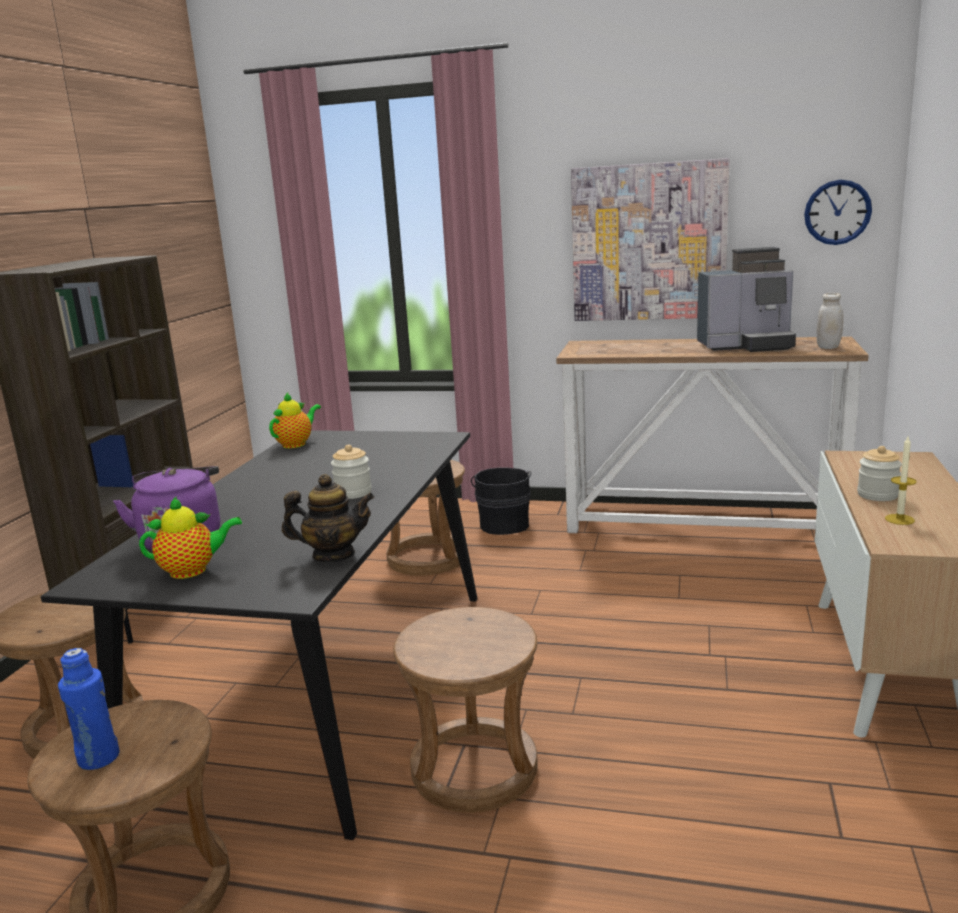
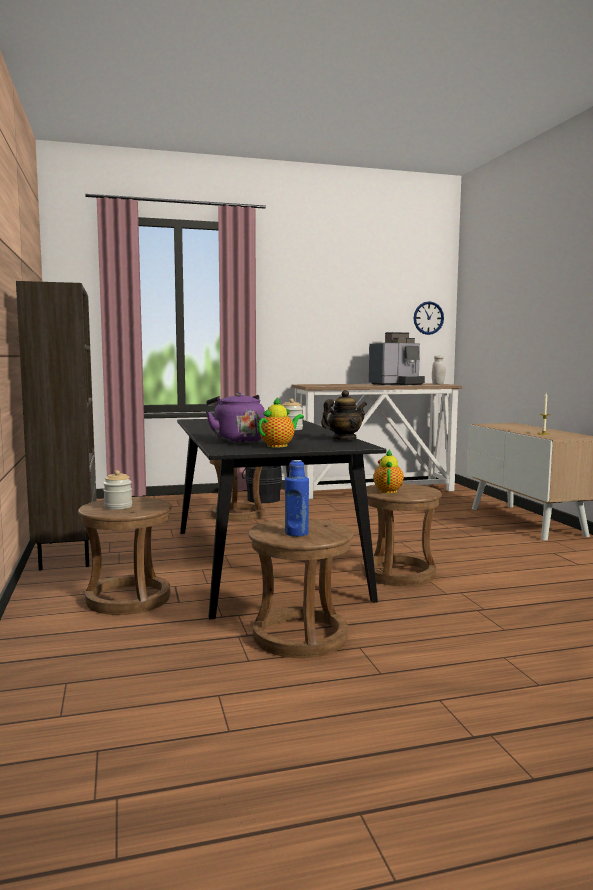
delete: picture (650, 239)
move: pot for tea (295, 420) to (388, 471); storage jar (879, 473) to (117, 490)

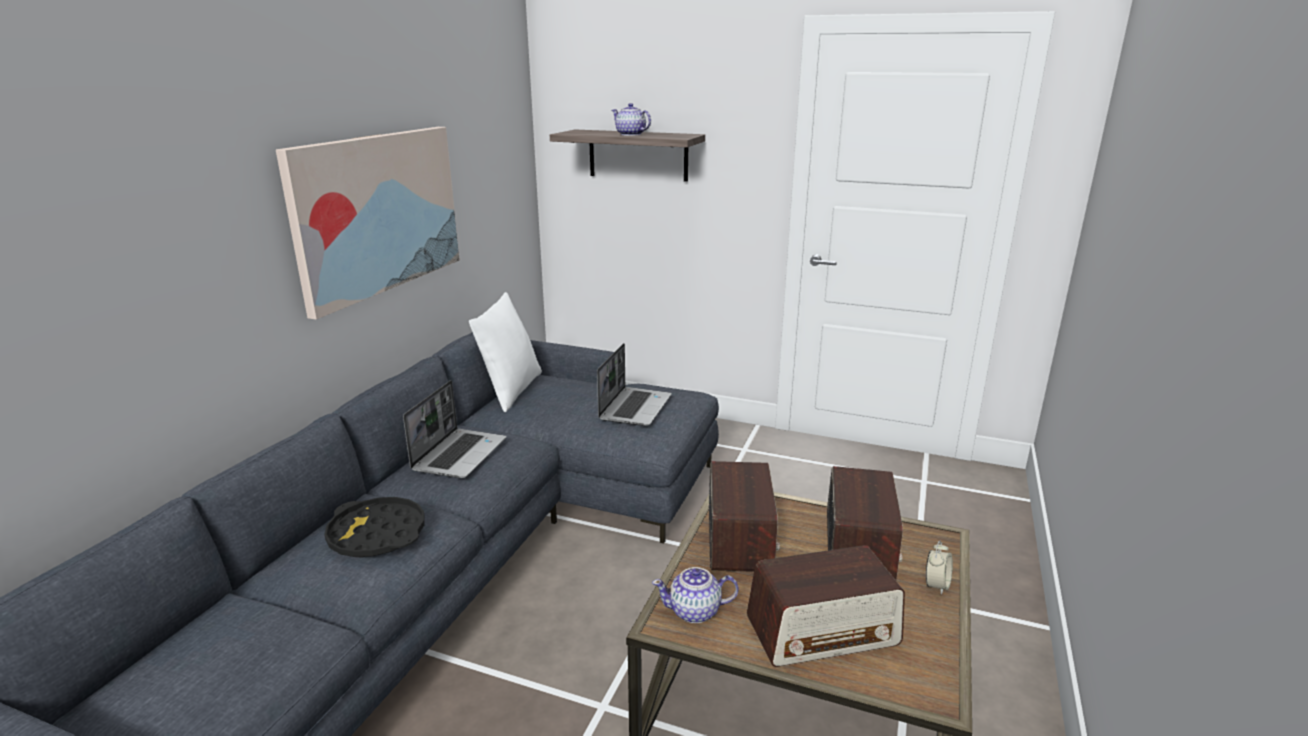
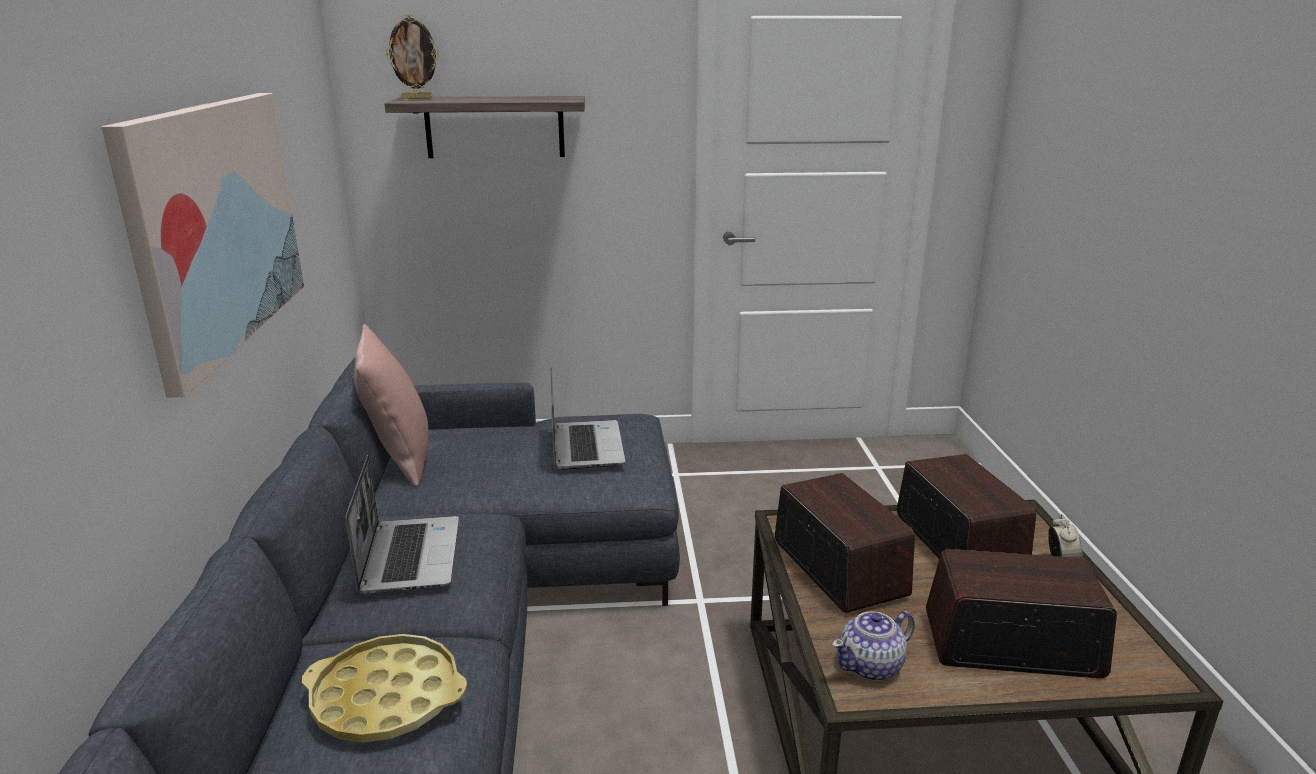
delete: pot for tea (631, 119)
insert: picture frame (412, 57)
recolor: white throw pillow (505, 352) to pinkish throw pillow (391, 405); black tray (374, 527) to yellow-coloured tray (384, 688)
rotate: radio (826, 606) = (1021, 614) 135 degrees counterclockwise

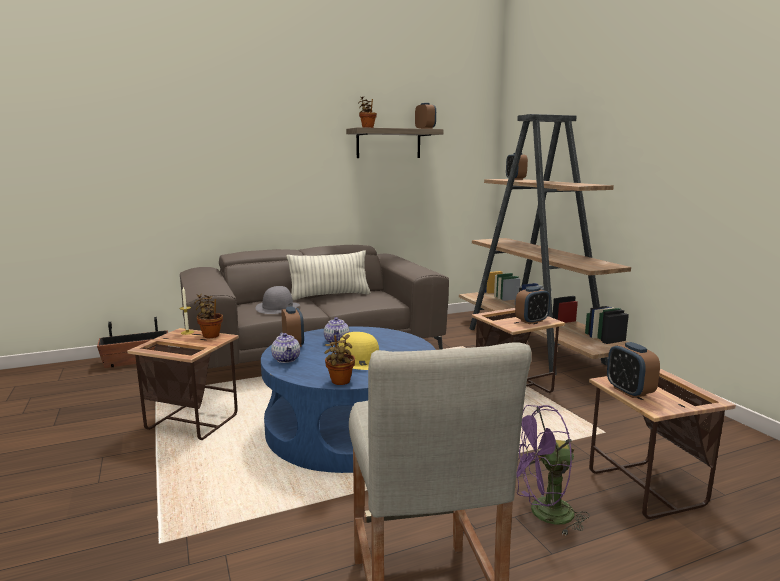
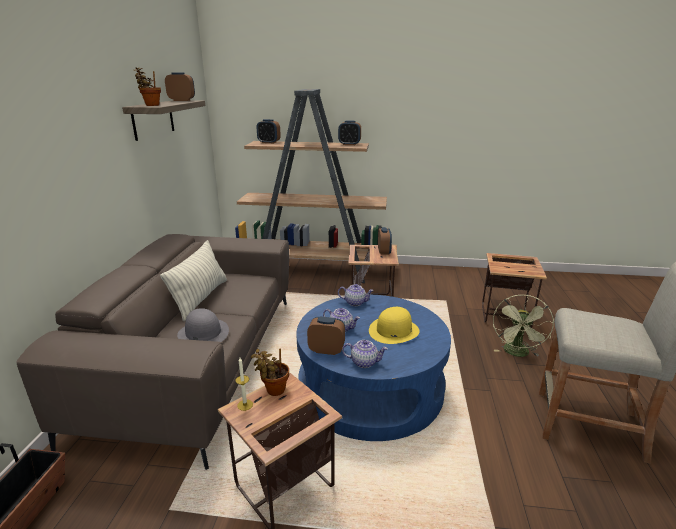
delete: plant in a pot (339, 359)
insert: pot for tea (356, 295)
move: alarm clock (633, 370) to (349, 132)
recolor: purple-coloured fan (553, 471) to green fan (523, 326)

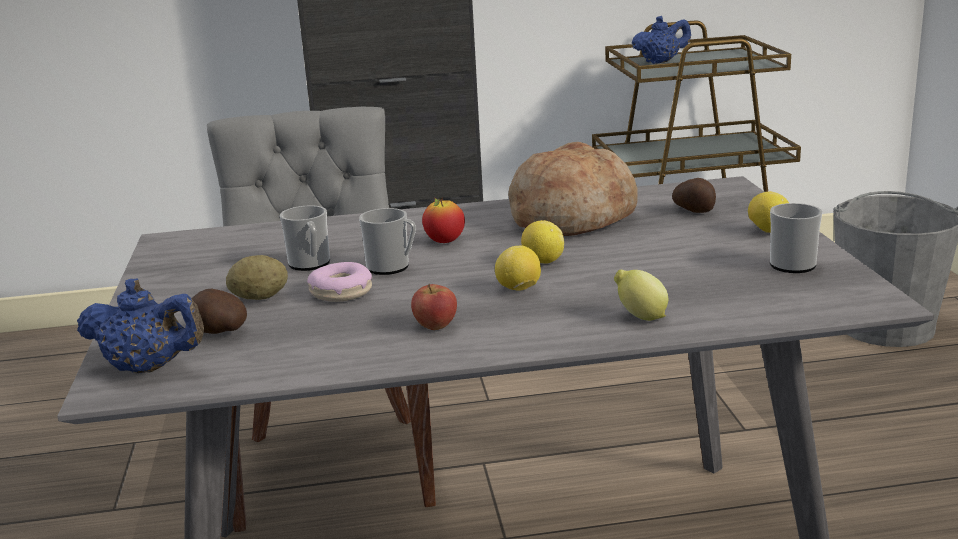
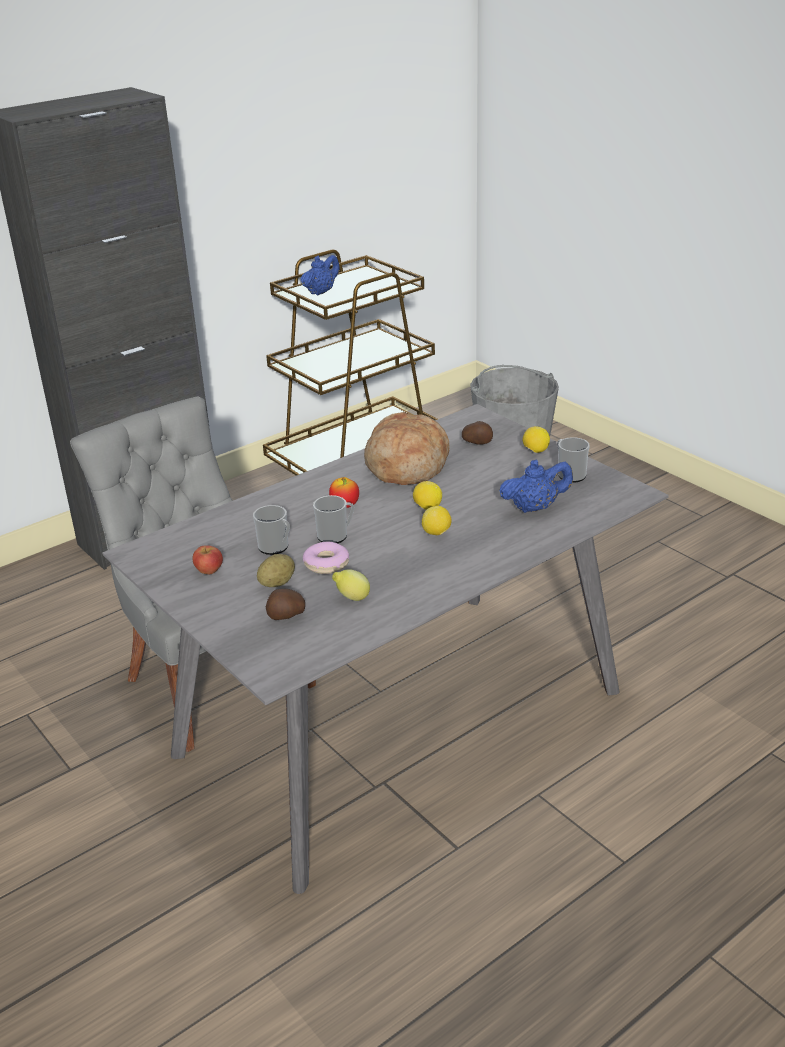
move: citrus fruit (641, 295) to (351, 585); blue pot for tea (140, 326) to (536, 486); apple fruit (434, 307) to (207, 559)

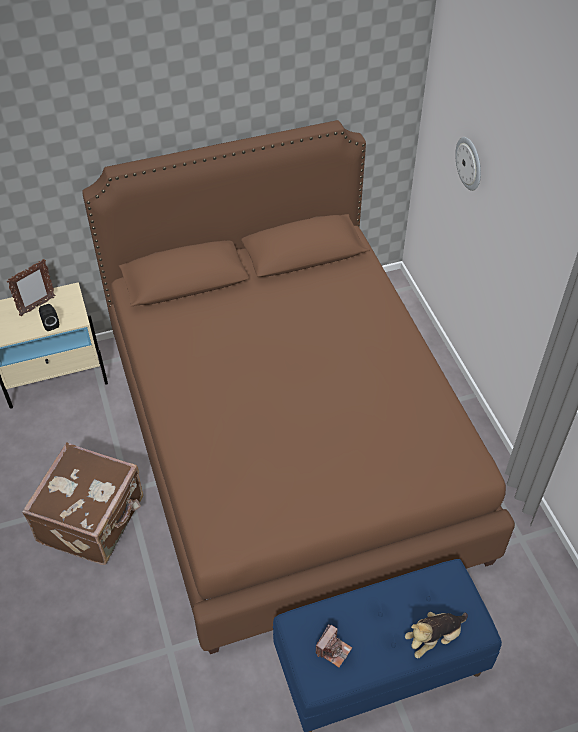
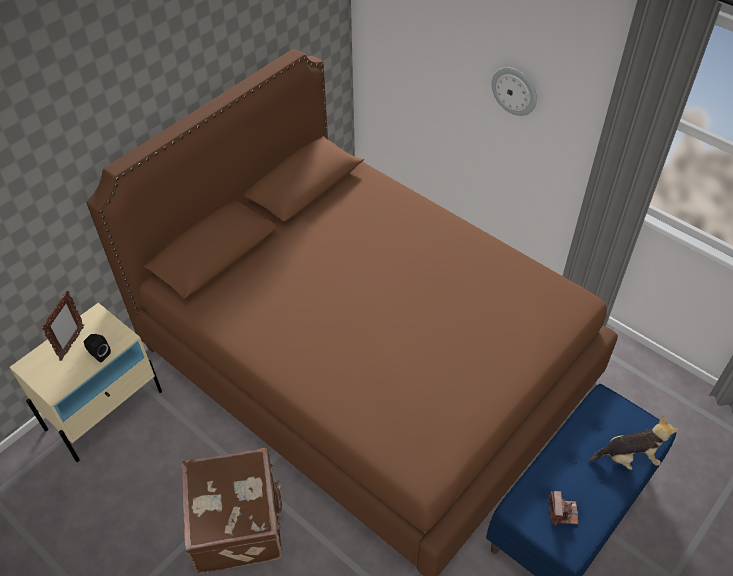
move: clock on the wall (468, 164) to (514, 91)
rotate: soft toy (436, 635) = (633, 443) 120 degrees counterclockwise

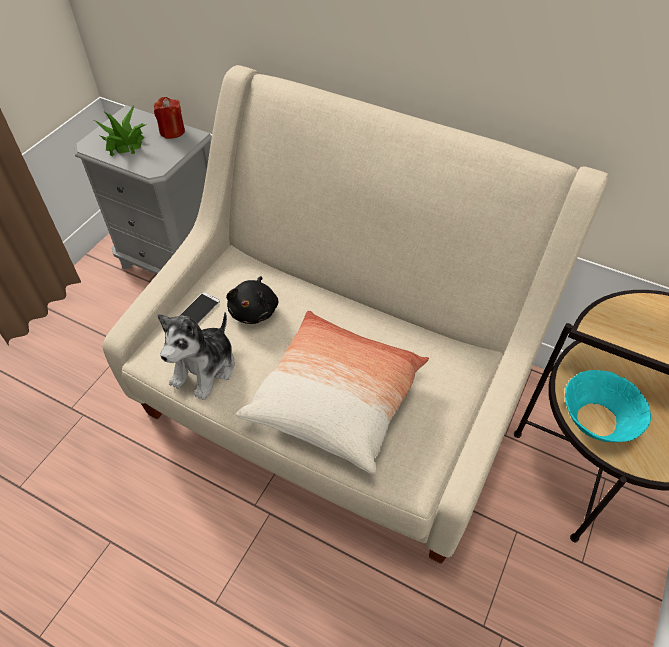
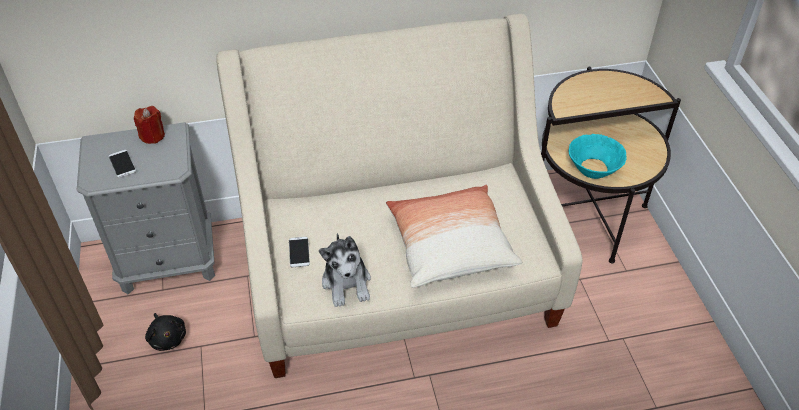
move: black soft toy (252, 300) to (165, 332)
replace: plant in a pot (120, 131) to phone (122, 164)

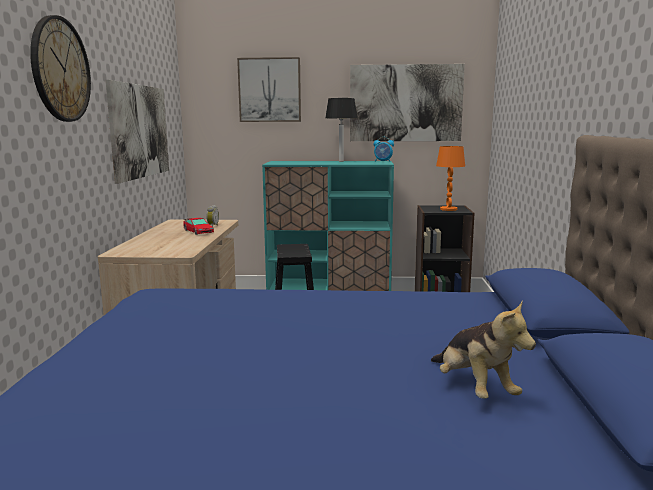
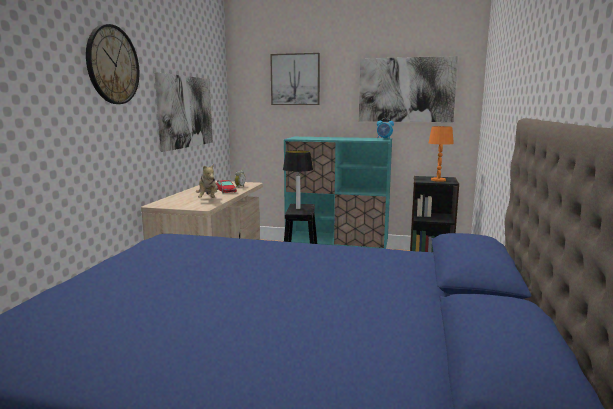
move: tabletop lamp (341, 130) to (298, 179); soft toy (483, 349) to (207, 181)

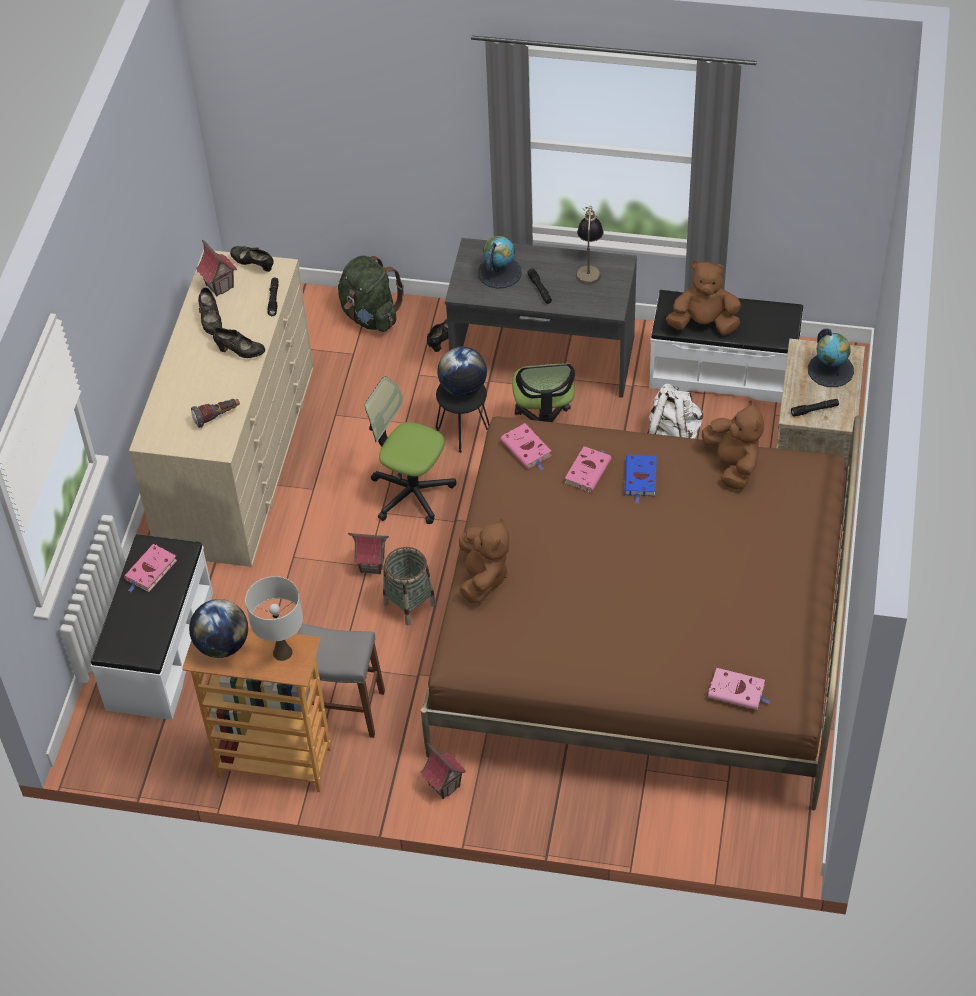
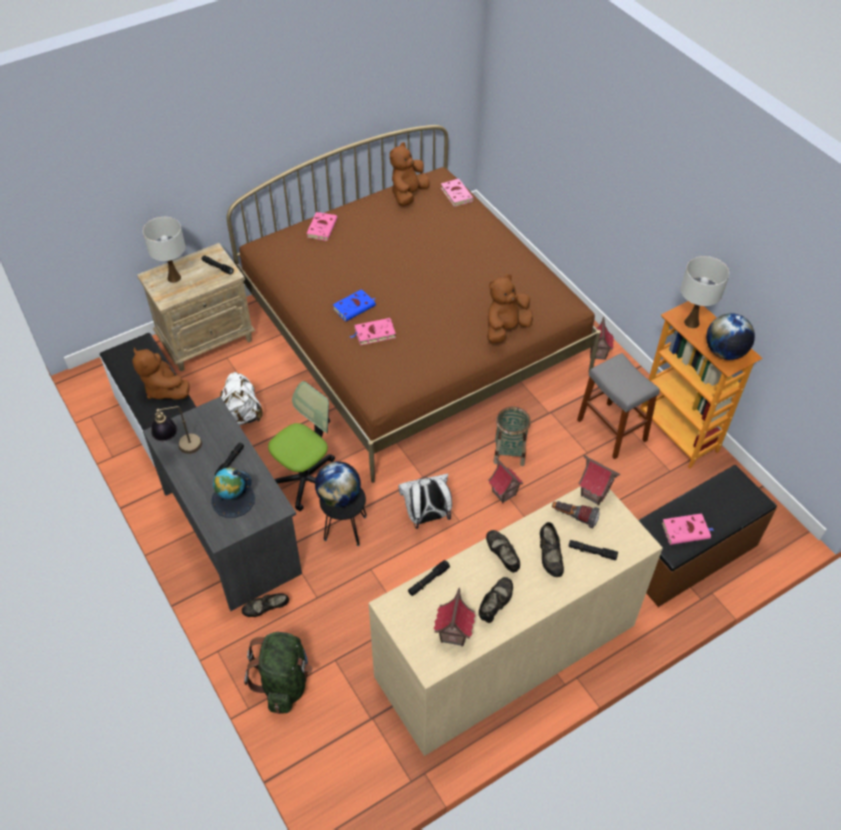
insert: model house (599, 480); black flashlight (593, 550)
move: black item of footwear (252, 259) to (552, 549); brown soft toy (733, 445) to (409, 174); pinkish bound book (526, 447) to (322, 226)
replace: desk globe (831, 357) to white tabletop lamp (164, 250); office chair (410, 450) to white rucksack (425, 501)
recolor: white indoor bench (152, 627) to brown indoor bench (707, 536)

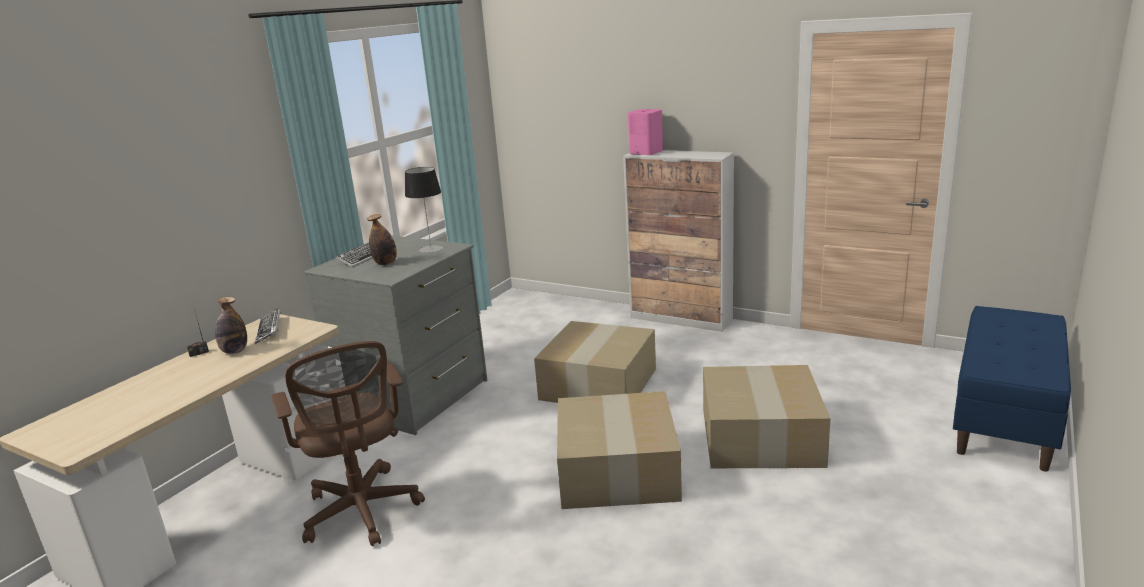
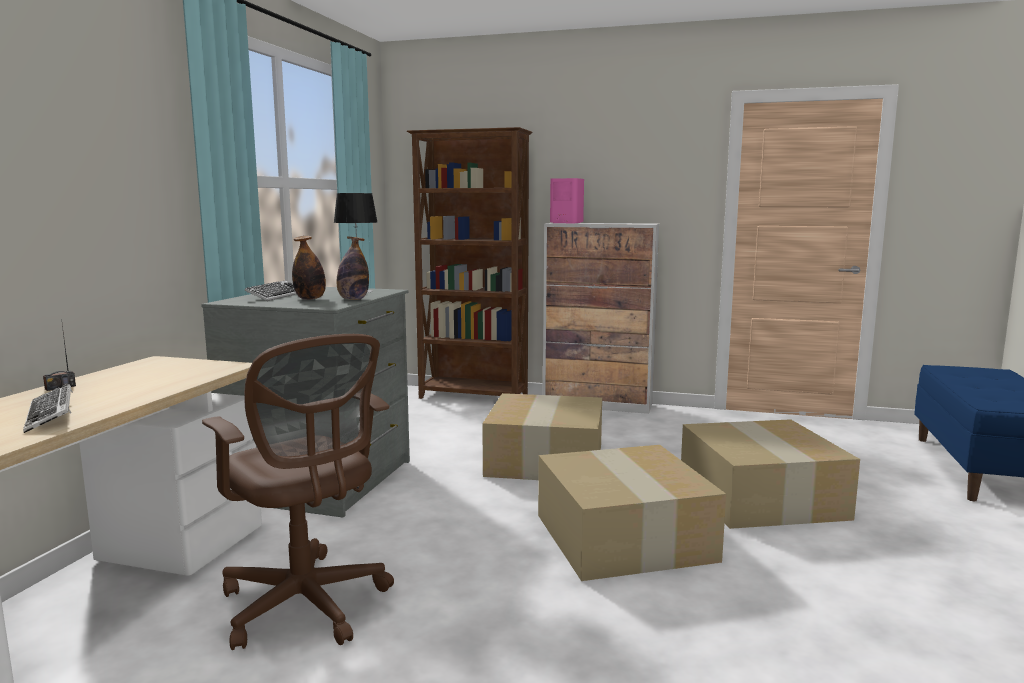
insert: brown shelving unit (470, 263)
move: drink bottle (231, 325) to (353, 268); PC keyboard (268, 326) to (48, 408)

